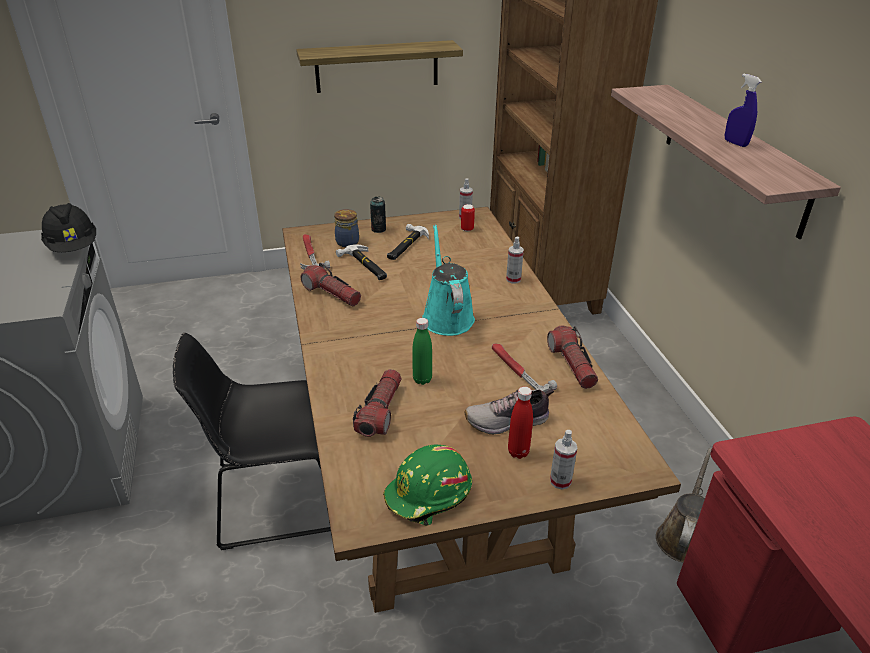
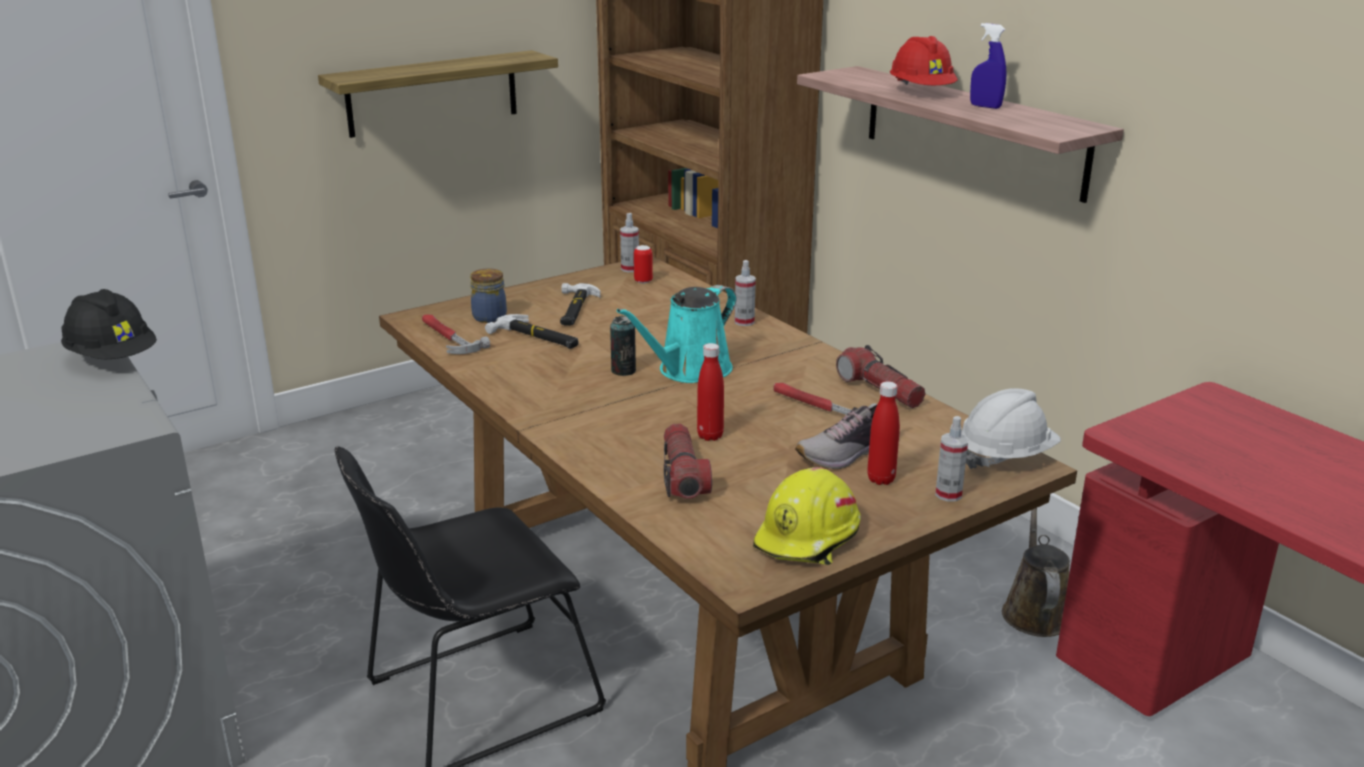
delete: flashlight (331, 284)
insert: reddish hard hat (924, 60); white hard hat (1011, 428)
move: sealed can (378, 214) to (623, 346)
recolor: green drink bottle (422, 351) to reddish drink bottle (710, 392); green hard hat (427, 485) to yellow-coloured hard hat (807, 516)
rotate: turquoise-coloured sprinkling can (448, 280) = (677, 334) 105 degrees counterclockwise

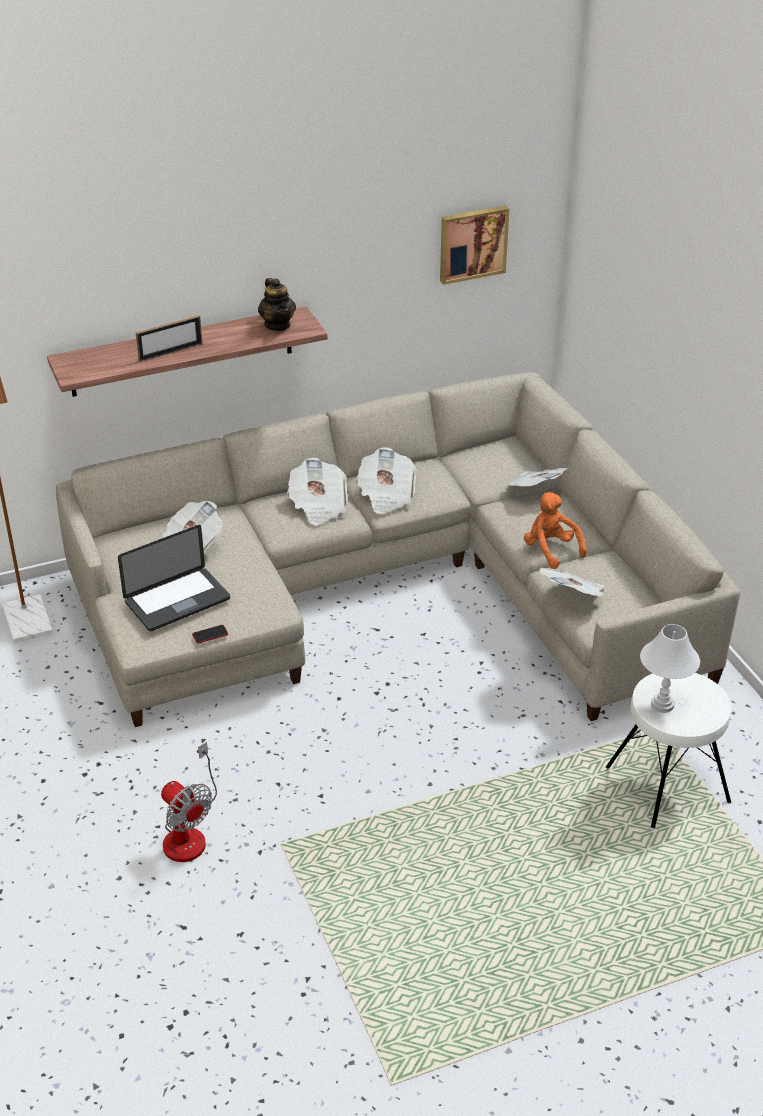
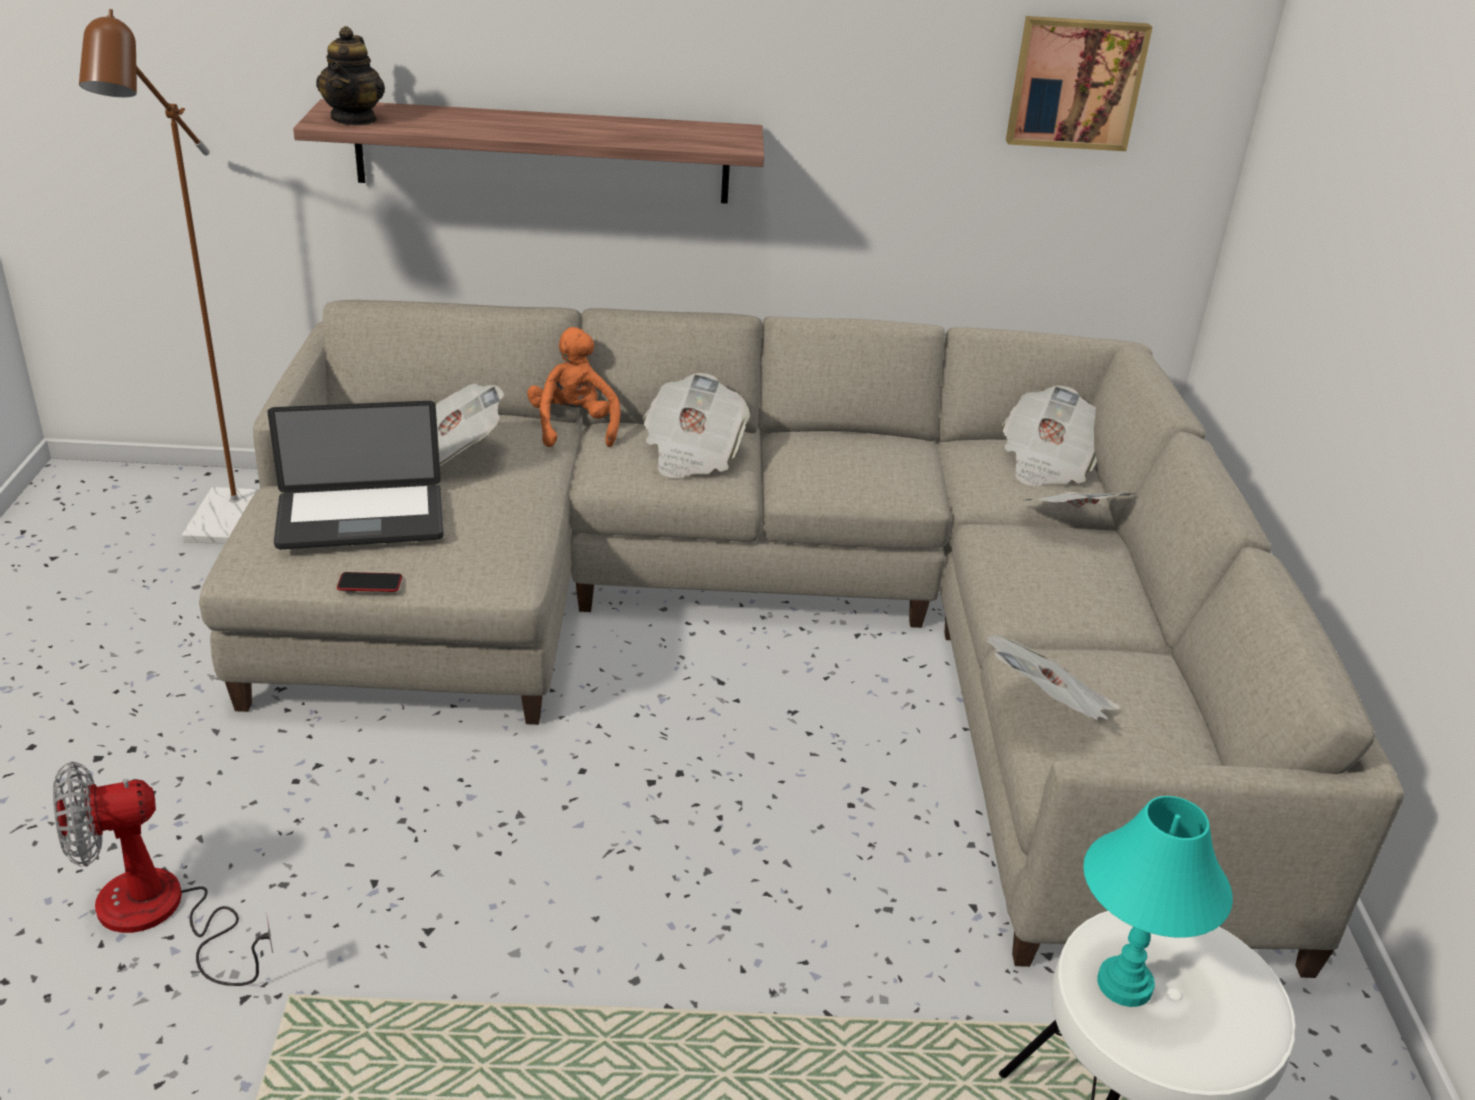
delete: picture frame (169, 338)
move: pot for tea (277, 304) to (350, 76); daily paper (386, 480) to (1049, 435); orange soft toy (555, 530) to (574, 387)
recolor: white tabletop lamp (670, 668) to turquoise-coloured tabletop lamp (1158, 901)
rotate: fan (189, 802) = (163, 873) 90 degrees clockwise

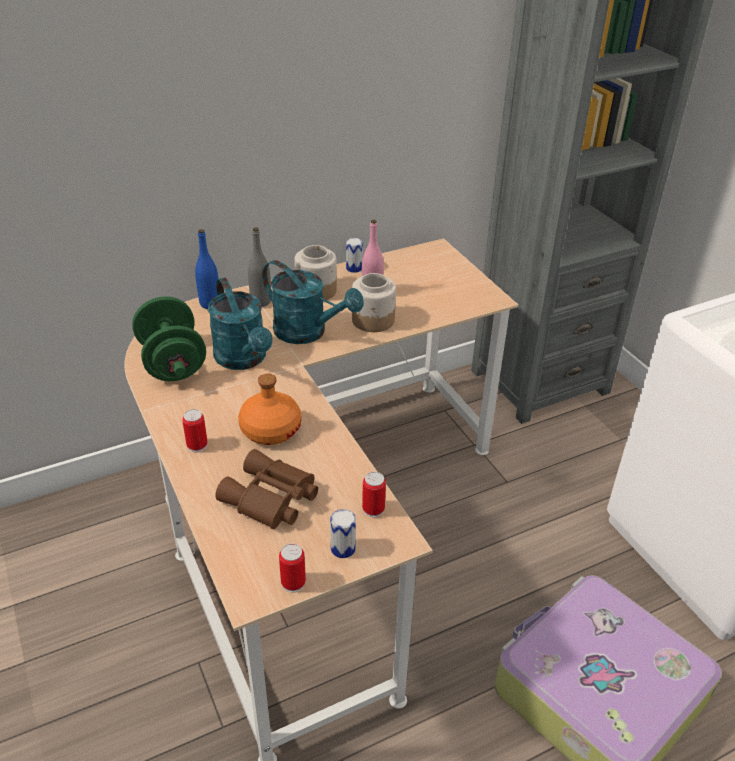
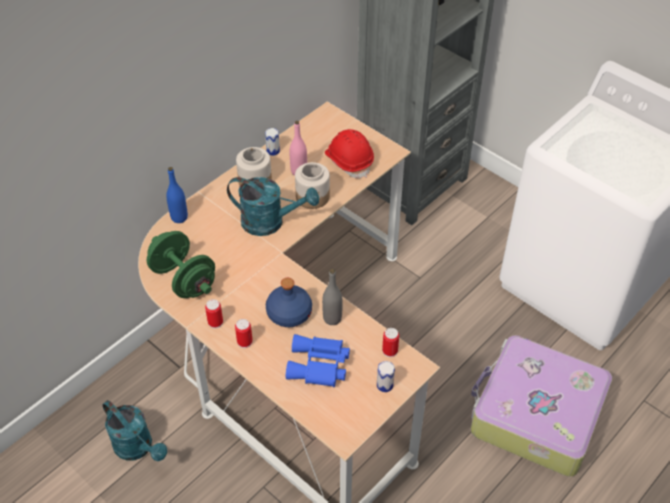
insert: reddish hard hat (349, 153)
move: greyish drink bottle (259, 267) to (332, 297); turquoise-coloured sprinkling can (240, 323) to (134, 430); sealed can (292, 567) to (214, 314)
recolor: orange drink bottle (269, 409) to blue drink bottle (289, 302); brown pair of binoculars (266, 489) to blue pair of binoculars (318, 360)

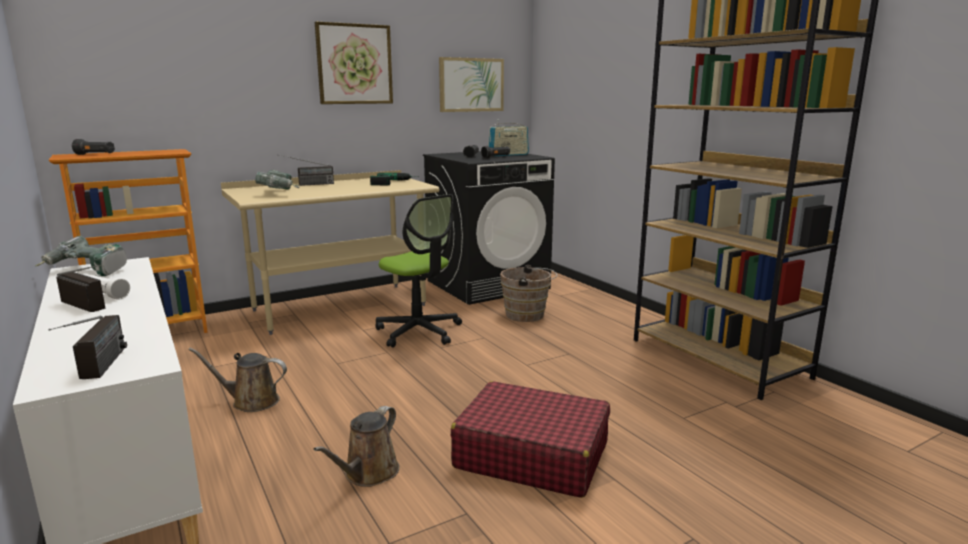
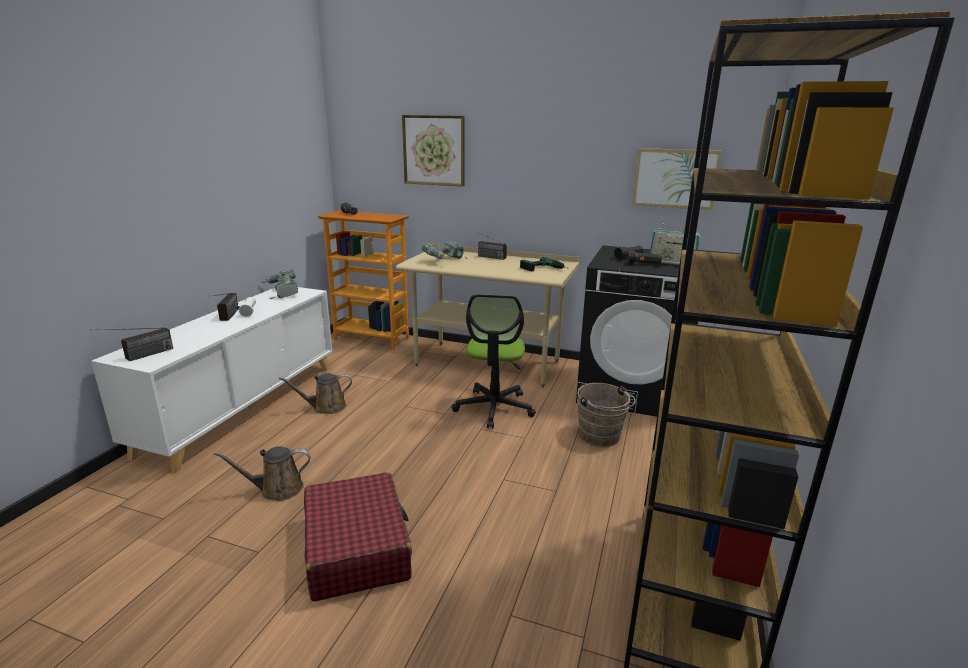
move: picture (354, 62) to (433, 151)
rotate: brown sprinkling can (237, 380) = (315, 393) 75 degrees counterclockwise

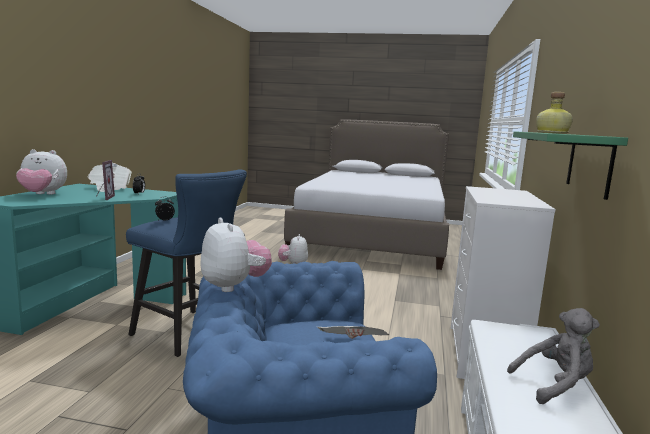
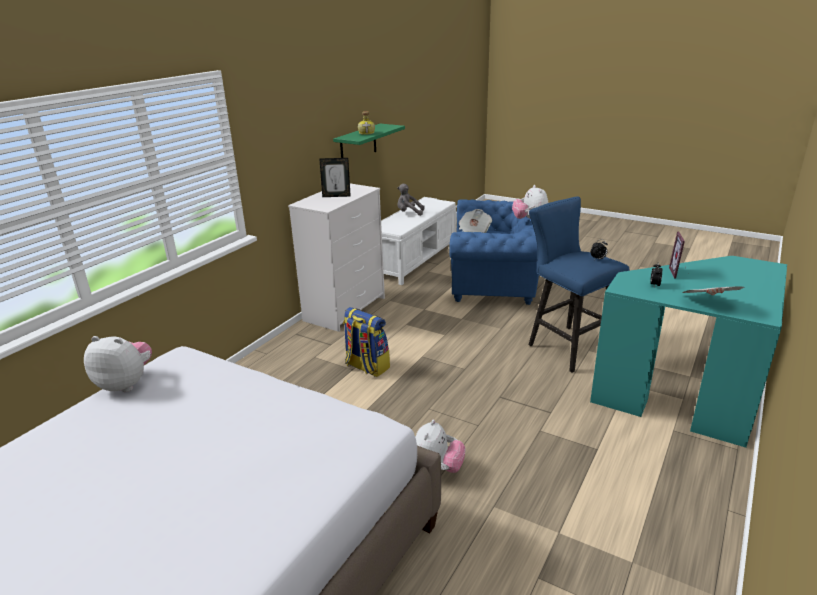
insert: picture frame (335, 177); rucksack (366, 342)
move: soft toy (41, 172) to (118, 364)

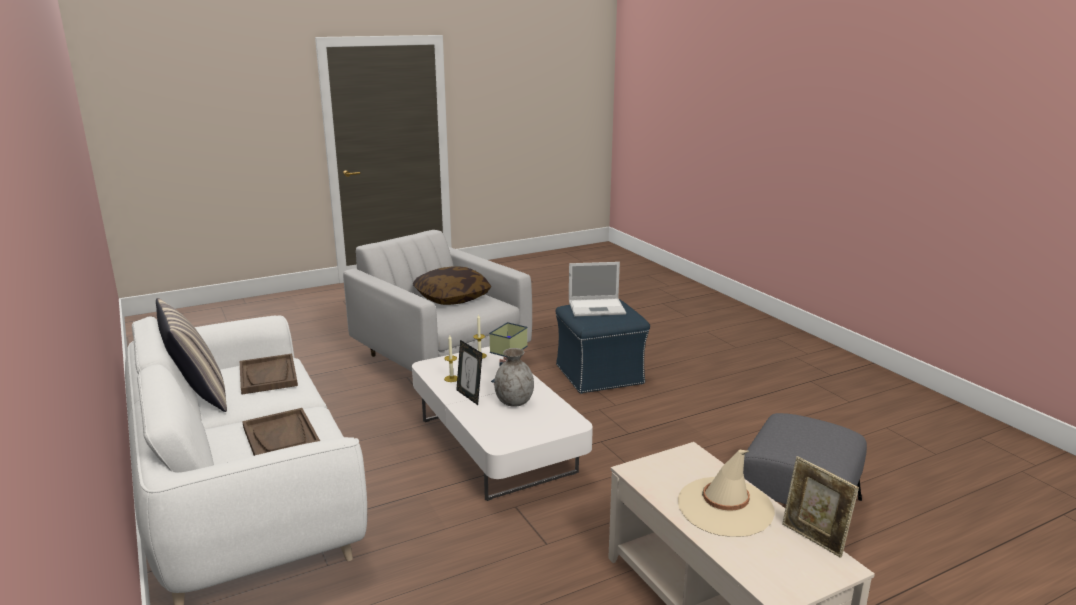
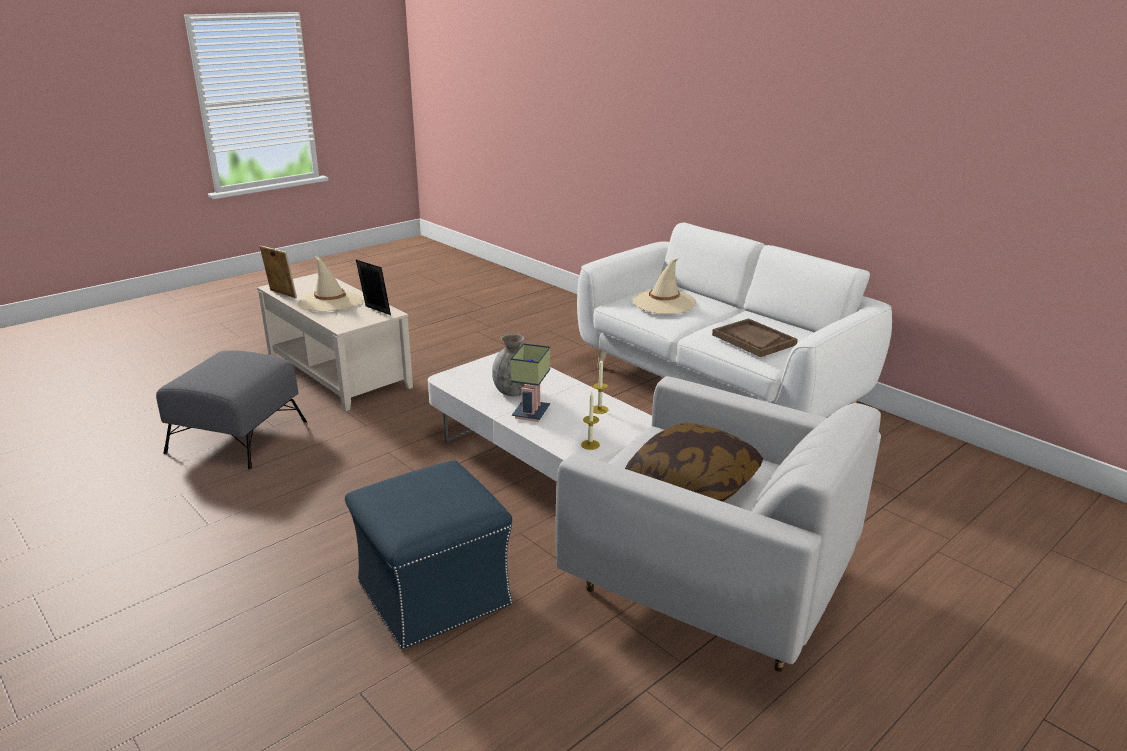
delete: portable computer (597, 289); throw pillow (191, 355)
move: picture frame (469, 372) to (373, 287)
replace: brown tray (281, 432) to sand-coloured clothing hat (664, 286)

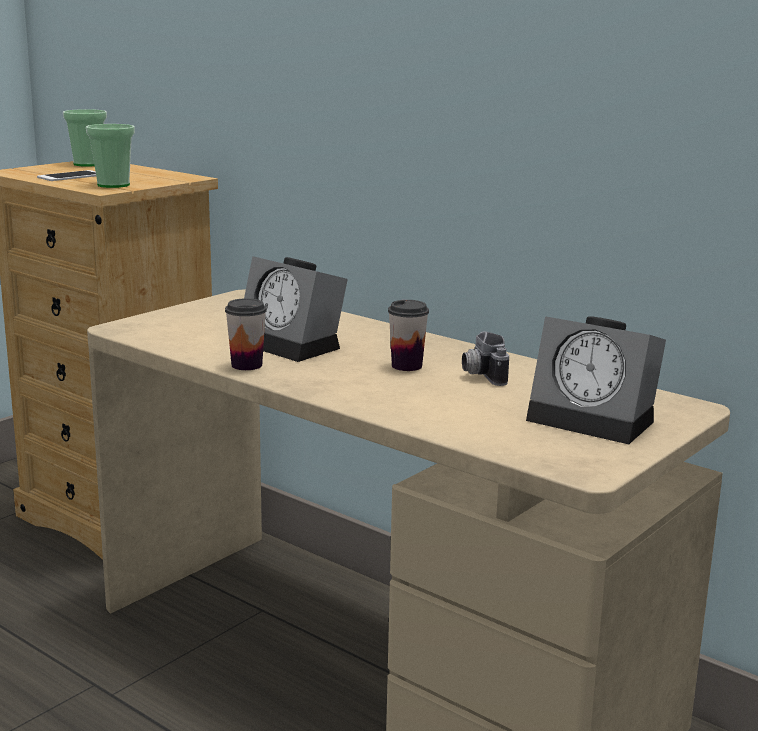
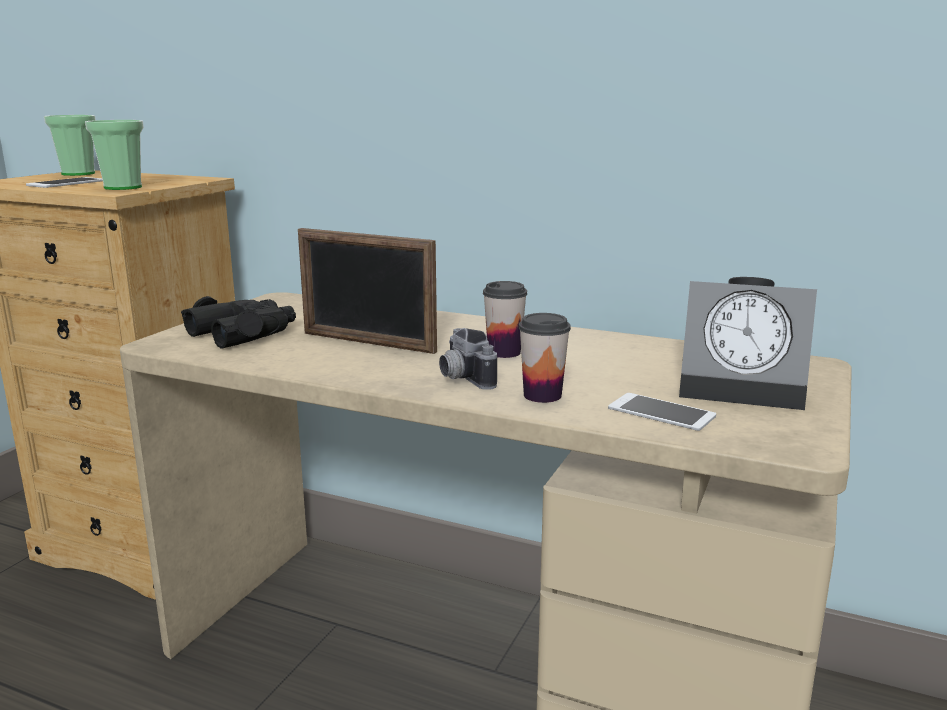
insert: black pair of binoculars (238, 322); phone (662, 412)
move: cup (246, 334) to (545, 358); still camera (485, 358) to (468, 359)
replace: alarm clock (296, 309) to picture frame (367, 291)

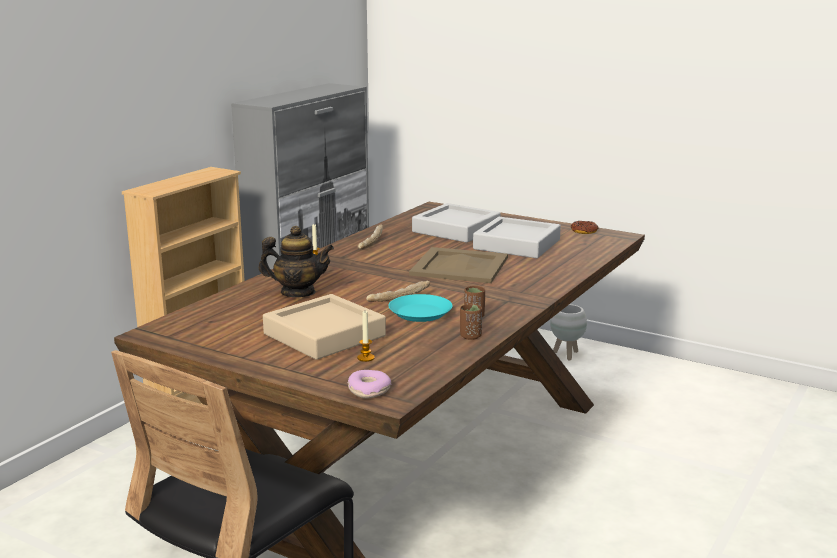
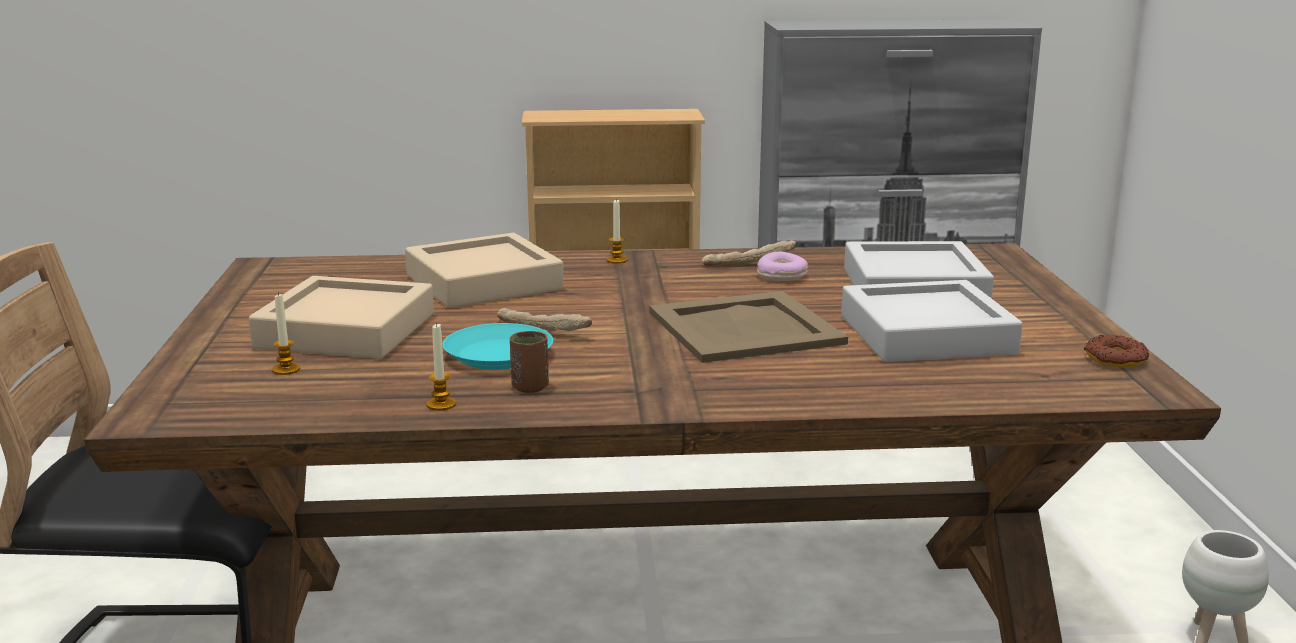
move: ring doughnut (369, 384) to (783, 266)
replace: pot for tea (296, 261) to sand-coloured tray (484, 270); brown cup (471, 322) to wax candle (441, 366)

